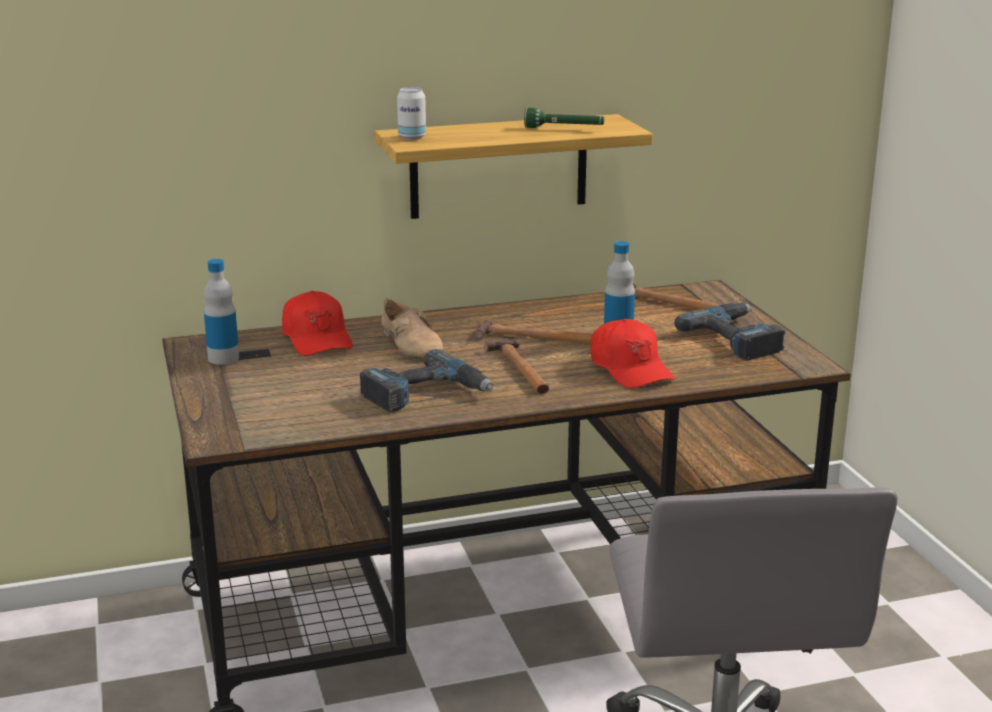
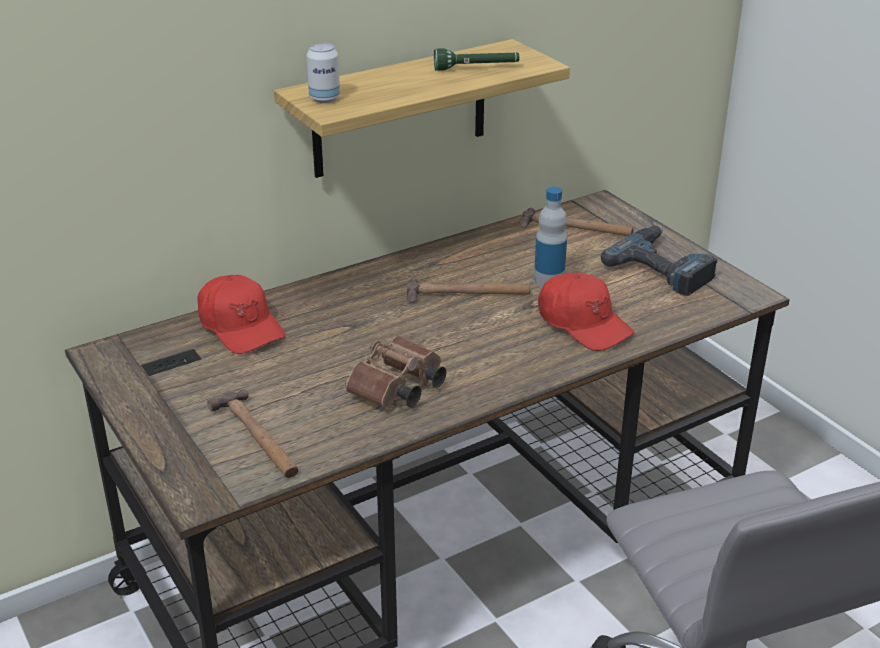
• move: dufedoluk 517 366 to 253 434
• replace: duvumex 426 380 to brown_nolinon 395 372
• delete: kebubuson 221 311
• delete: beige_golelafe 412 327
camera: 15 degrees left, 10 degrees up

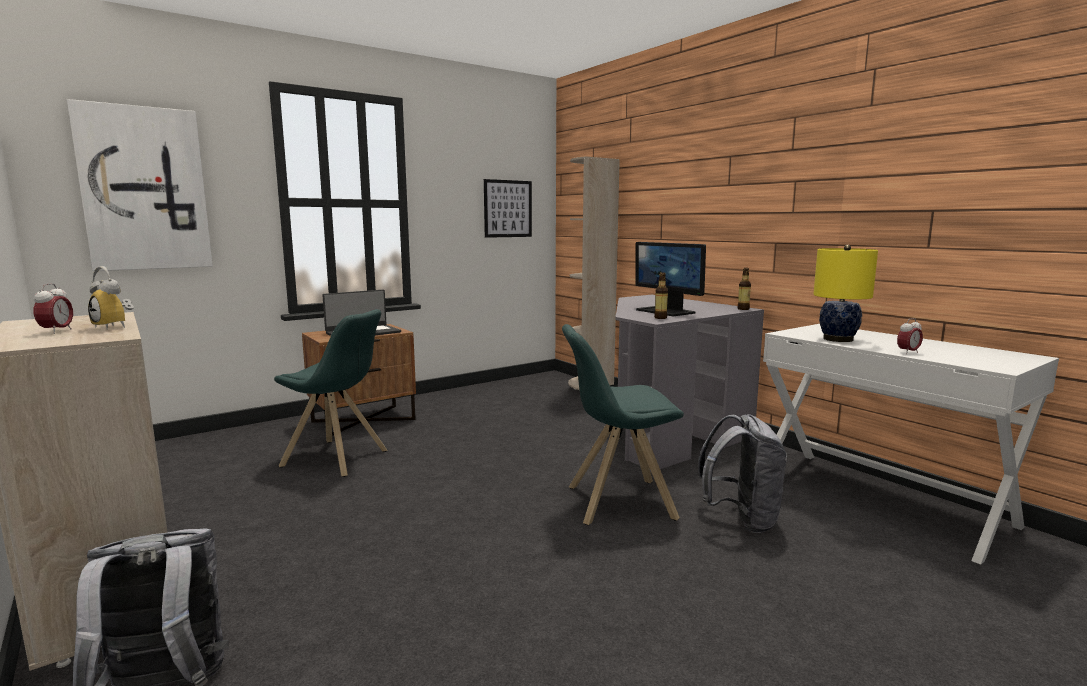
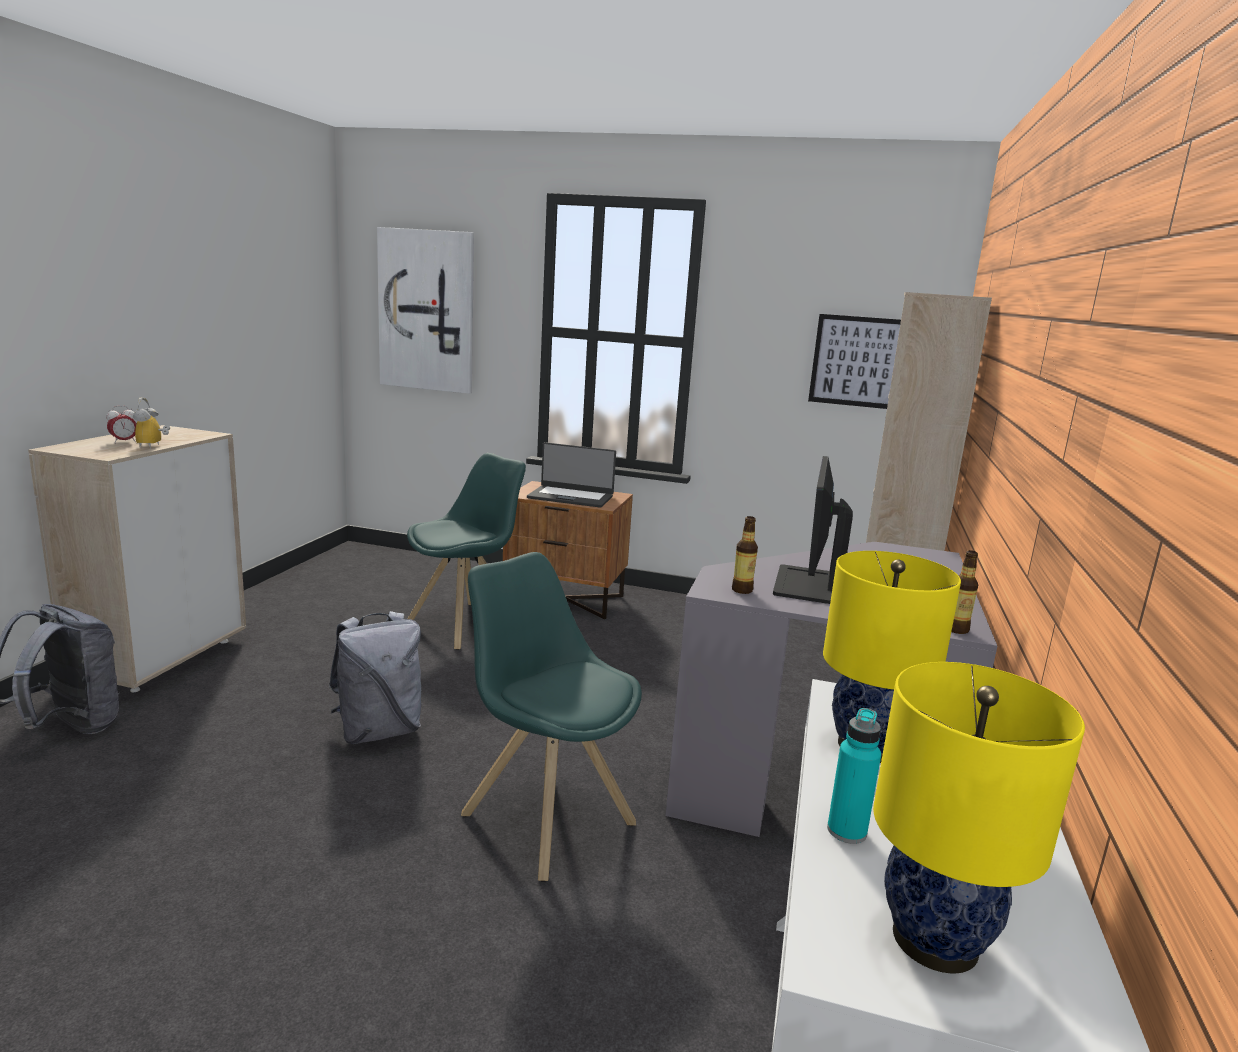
• move: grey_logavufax 742 473 to 375 677
• rotate: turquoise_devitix 331 393 = 466 551 120 degrees counterclockwise
• replace: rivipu 910 336 to turquoise_kebubuson 854 776
• insert: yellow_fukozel 979 817
camera: 50 degrees right, 5 degrees up

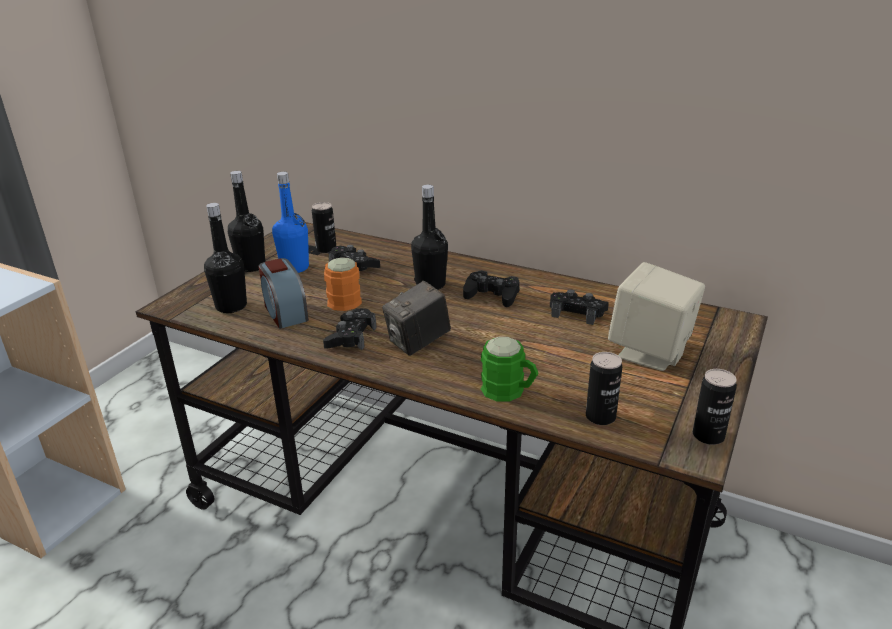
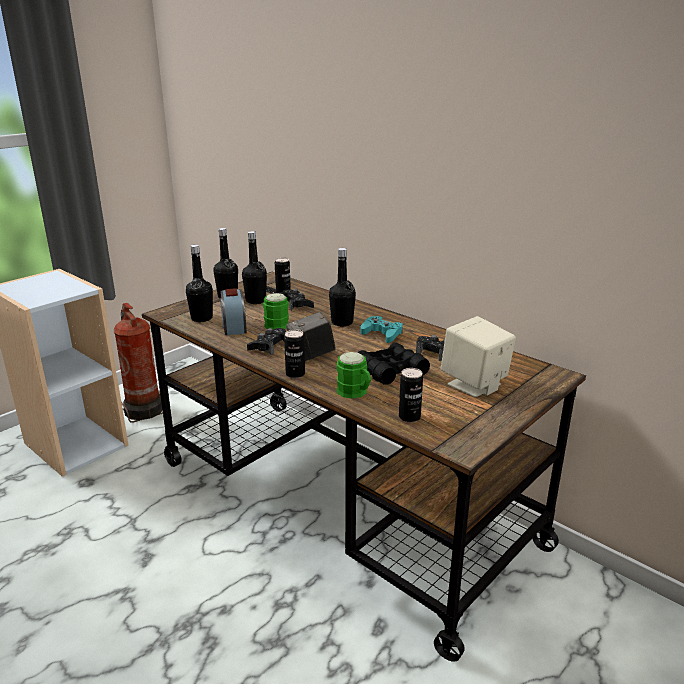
• insert: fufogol 138 362
• recolor: blue_kebubuson 290 222 to black_kebubuson 254 267
• recolor: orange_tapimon 343 284 to green_tapimon 276 311
• move: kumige 715 407 to 294 354
• insert: black_nolinon 393 364
• recolor: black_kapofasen 491 288 to turquoise_kapofasen 381 329
camera: 15 degrees right, 5 degrees down

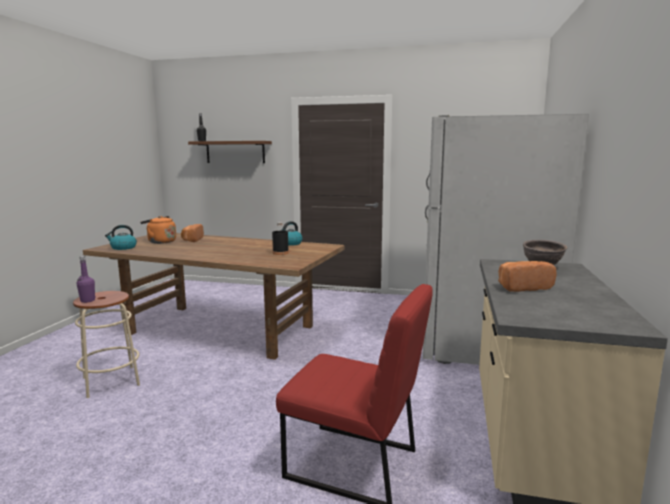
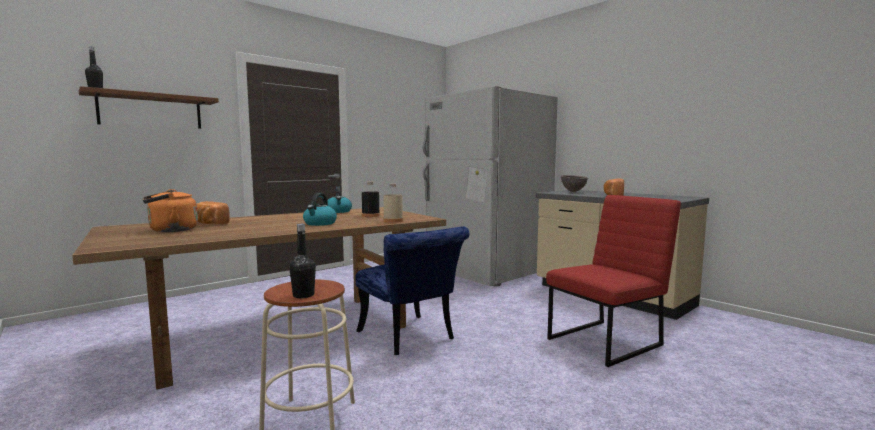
• recolor: purple_kebubuson 86 279 to black_kebubuson 302 261
• move: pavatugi 121 237 to 320 209
• insert: blue_devitix 412 290
• insert: beige_kebubuson 393 203
camera: 55 degrees left, 5 degrees down

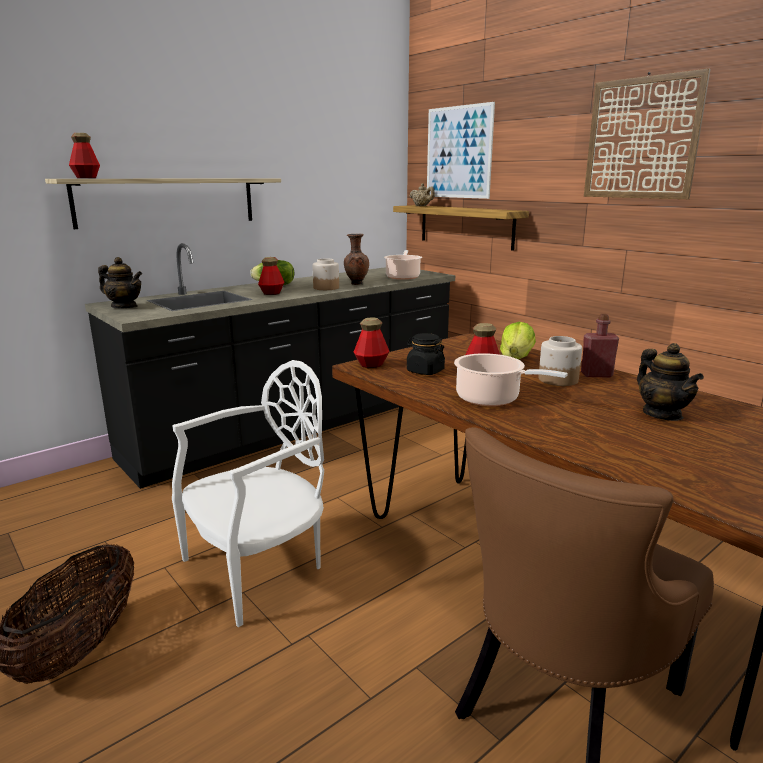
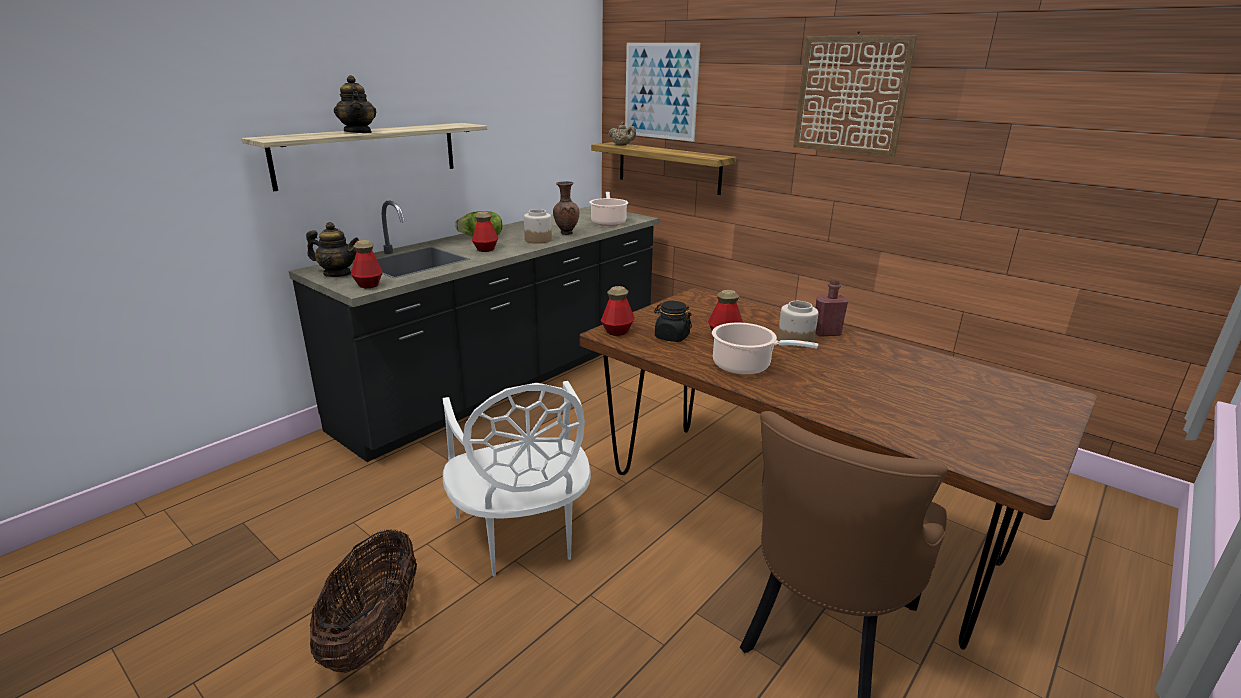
• move: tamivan 670 382 to 355 104
• move: kebubuson 84 155 to 366 264
• rotate: white_devitix 248 493 = 517 479 120 degrees clockwise
• delete: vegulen 518 340
camera: 10 degrees left, 5 degrees up

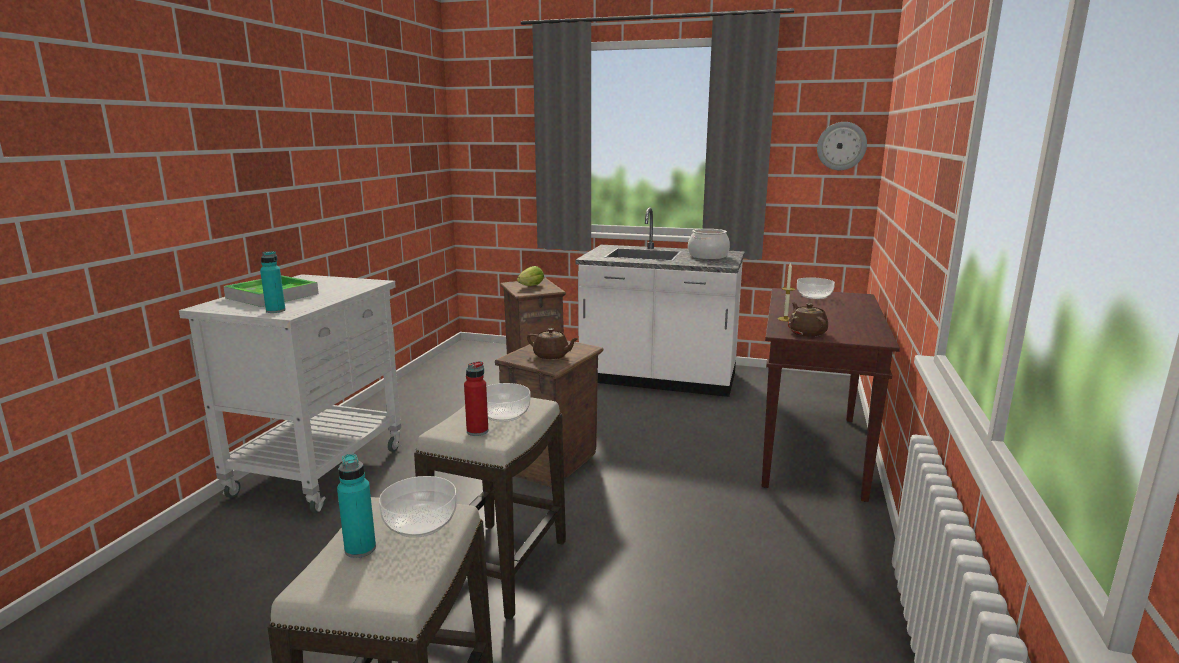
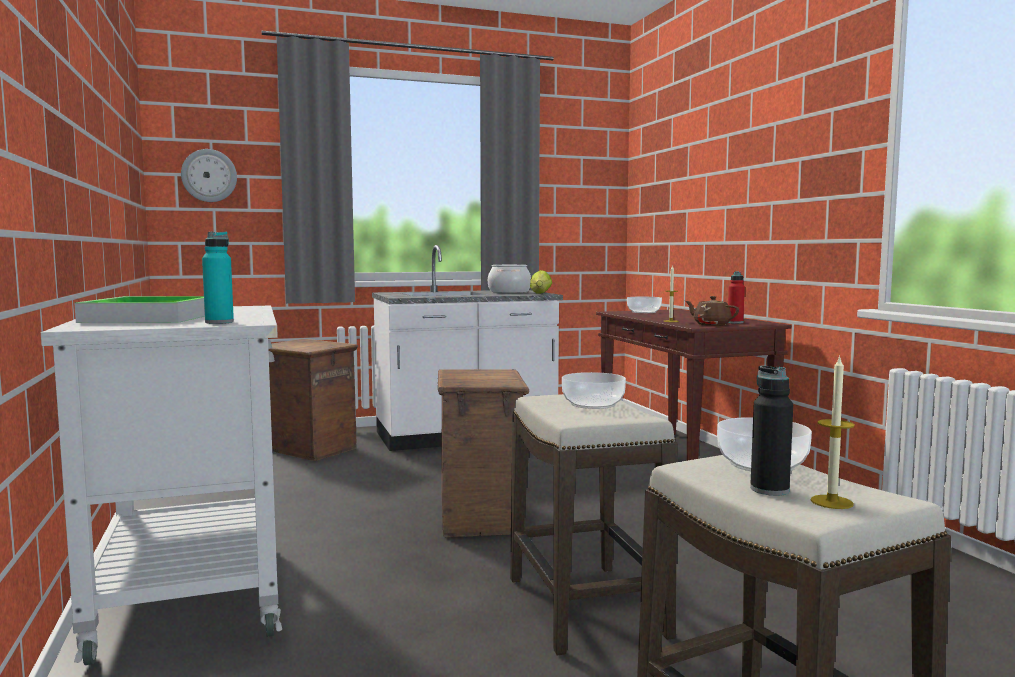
• move: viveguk 842 146 to 209 175
• move: vegulen 530 276 to 541 282
• move: red_kebubuson 476 398 to 736 297
• recolor: turquoise_kebubuson 356 506 to black_kebubuson 771 430
• insert: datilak 833 432
• delete: brown_tamivan 553 344
camera: 35 degrees left, 10 degrees down

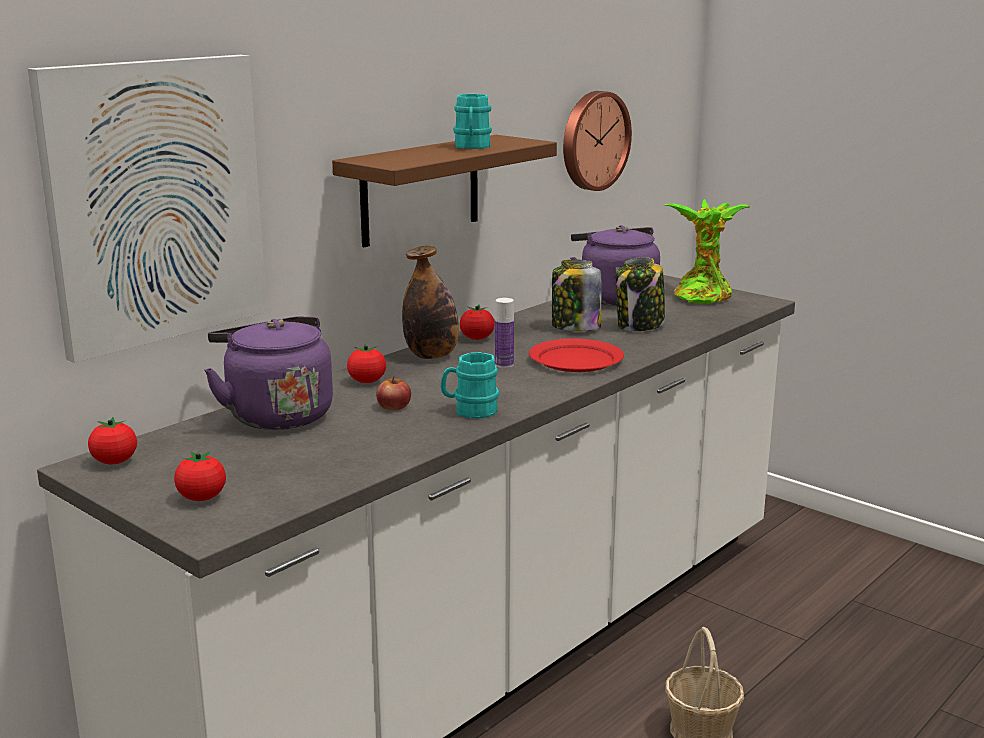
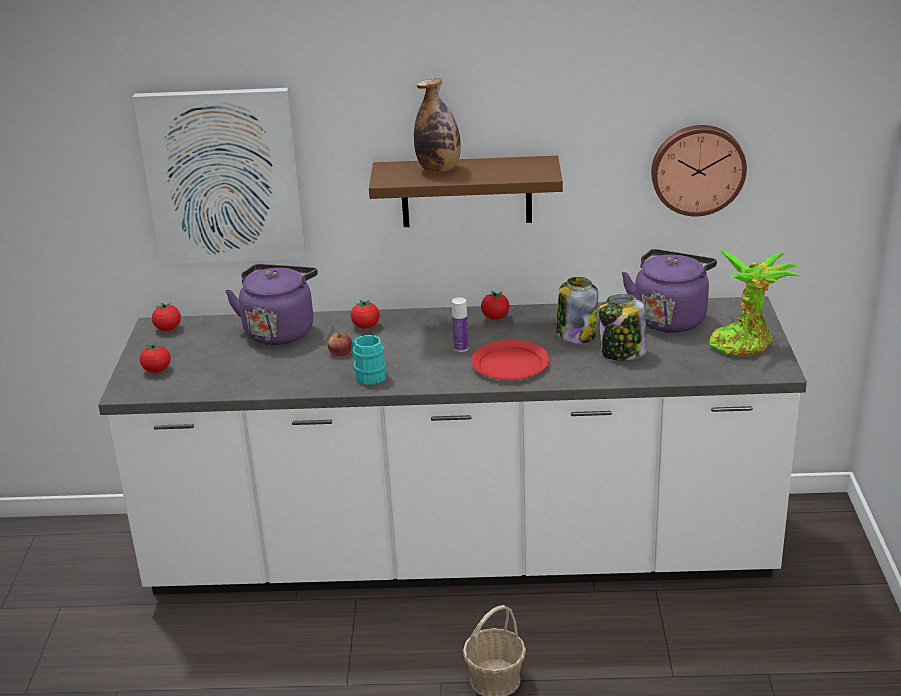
• move: kebubuson 430 302 to 437 125
• delete: turquoise_tapimon 472 121
camera: 50 degrees right, 10 degrees up

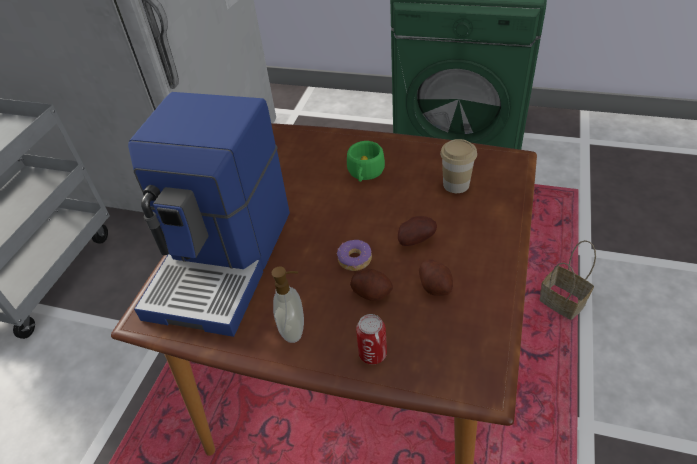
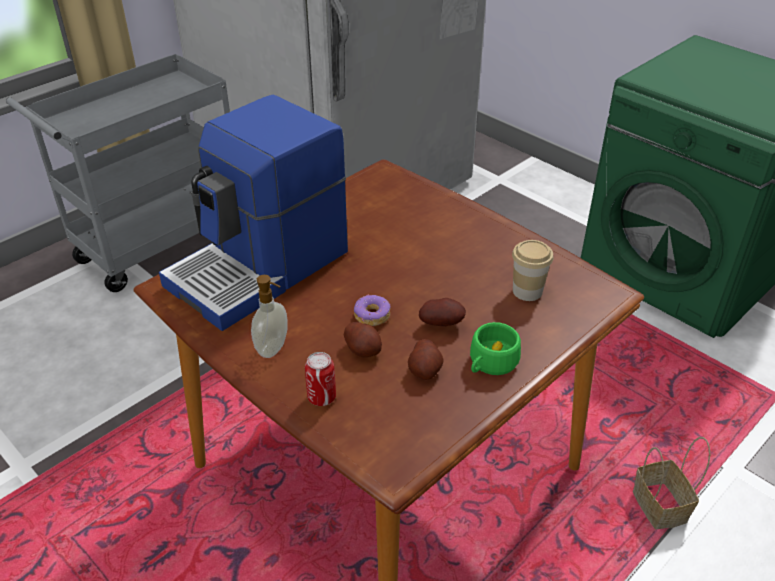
• move: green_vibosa 366 161 to 495 348
camera: 25 degrees right, 5 degrees down

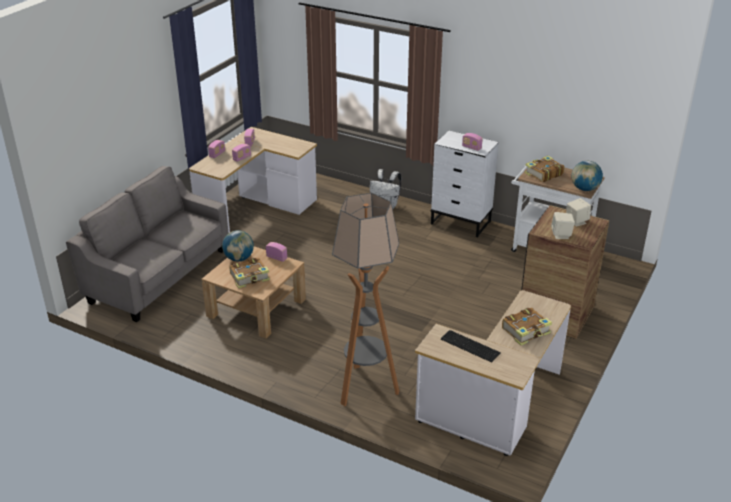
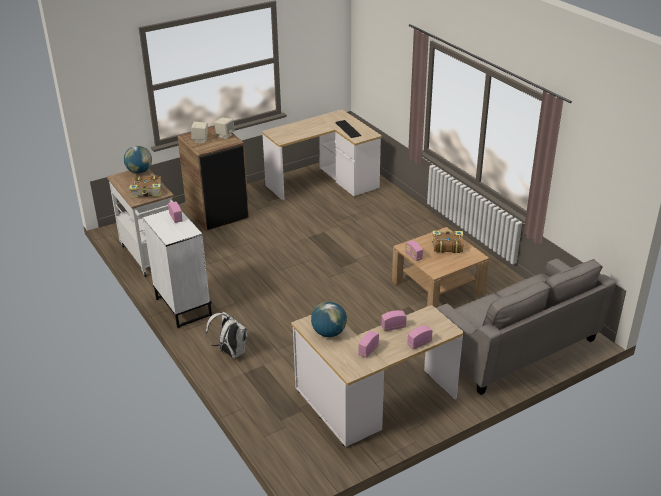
• move: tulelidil 238 245 to 329 319
• delete: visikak 365 299
• delete: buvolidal 527 327
camera: 150 degrees left, 0 degrees up

